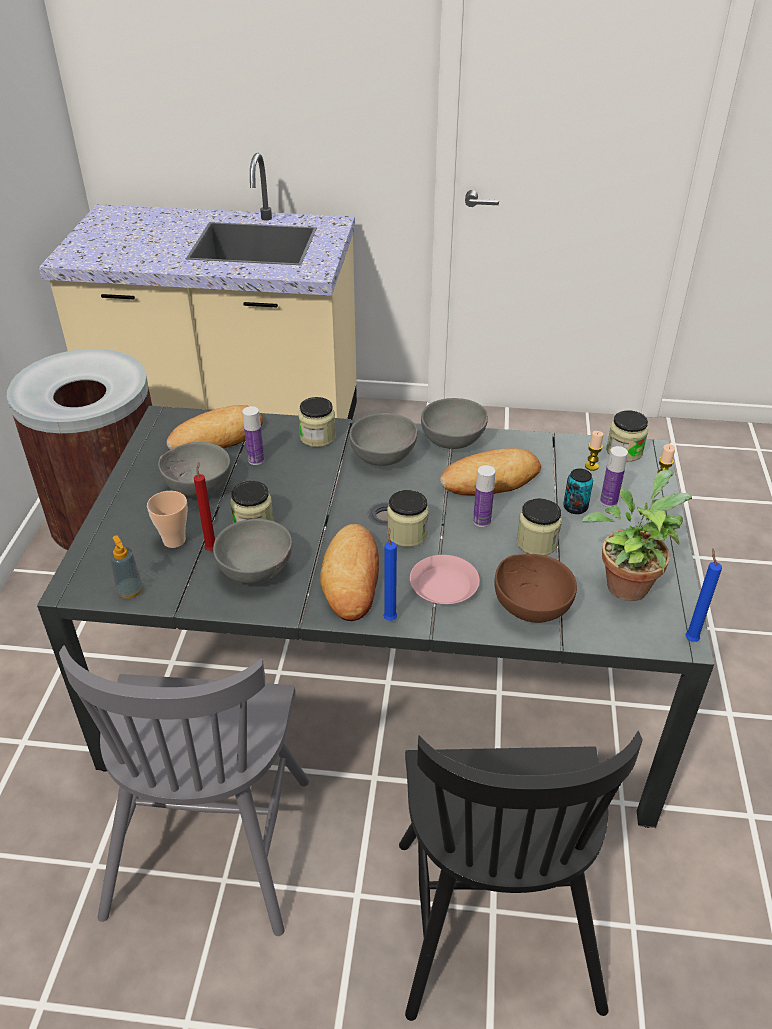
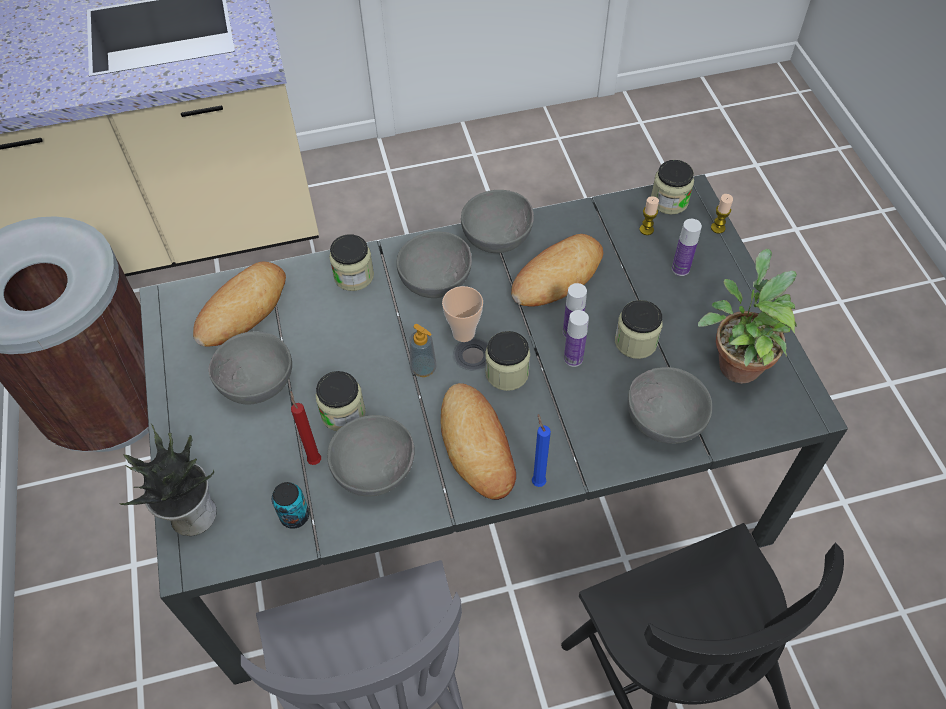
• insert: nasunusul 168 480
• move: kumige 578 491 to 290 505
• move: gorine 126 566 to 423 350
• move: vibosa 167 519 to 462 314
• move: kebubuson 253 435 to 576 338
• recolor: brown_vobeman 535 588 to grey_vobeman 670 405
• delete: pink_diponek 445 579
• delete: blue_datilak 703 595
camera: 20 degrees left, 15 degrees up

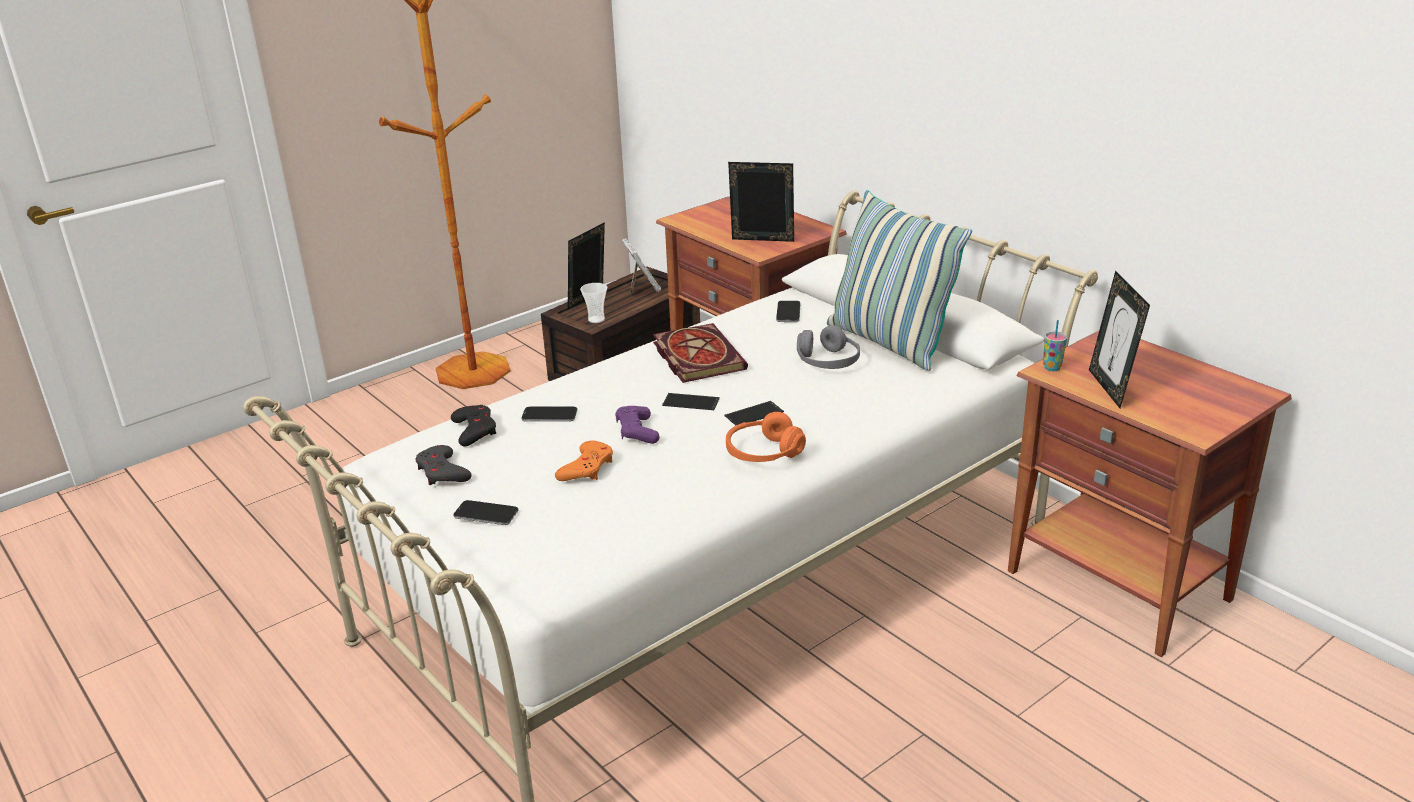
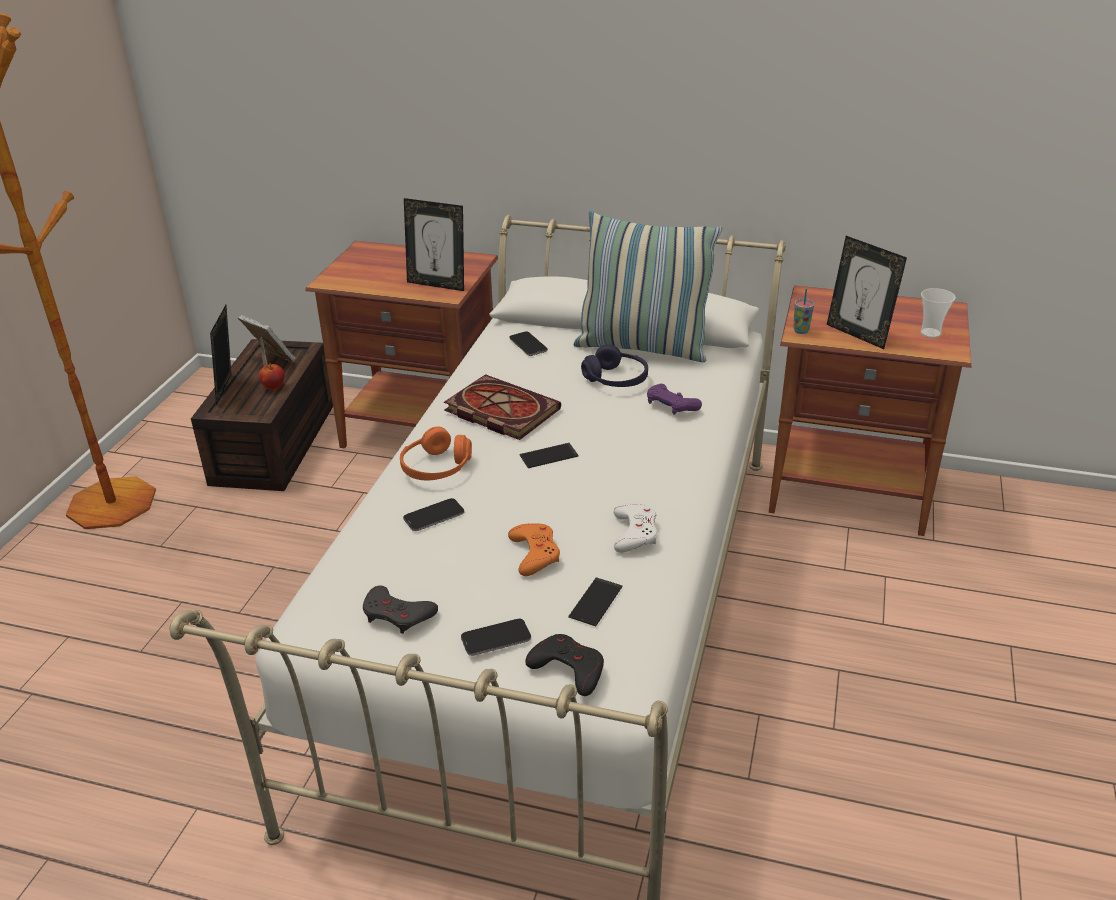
• insert: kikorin 272 376
• move: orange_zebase 766 437 to 436 453
• rotate: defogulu 761 202 = 434 244 135 degrees counterclockwise
• move: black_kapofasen 473 425 to 564 665
• move: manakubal 754 413 to 595 601
• recolor: grey_zebase 828 347 to purple_zebase 614 365
• insert: white_kapofasen 635 528
• move: purple_kapofasen 637 425 to 674 399
• move: vibosa 593 303 to 938 313
camera: 35 degrees left, 5 degrees up

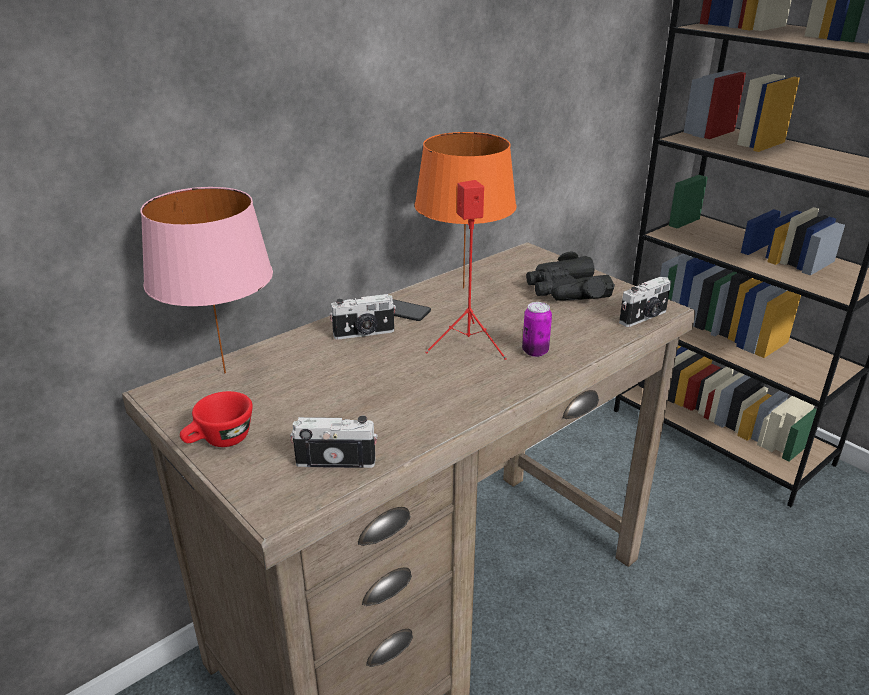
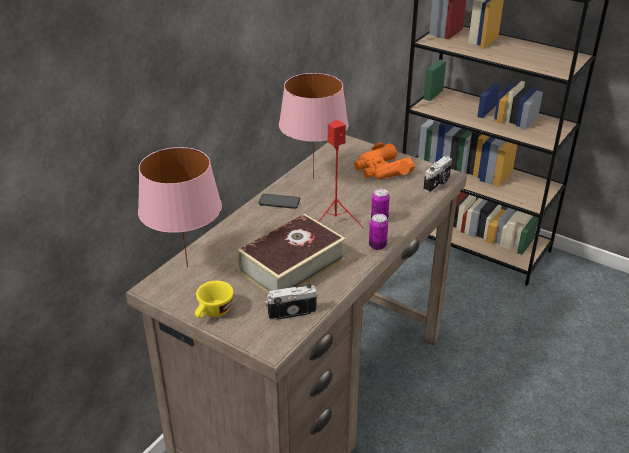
• recolor: red_vibosa 216 419 to yellow_vibosa 214 299
• insert: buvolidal 291 254
• recolor: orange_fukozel 466 210 to pink_fukozel 313 125
• recolor: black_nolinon 570 276 to orange_nolinon 384 161
• insert: kumige 378 232
• delete: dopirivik 362 317
camera: 15 degrees left, 5 degrees up

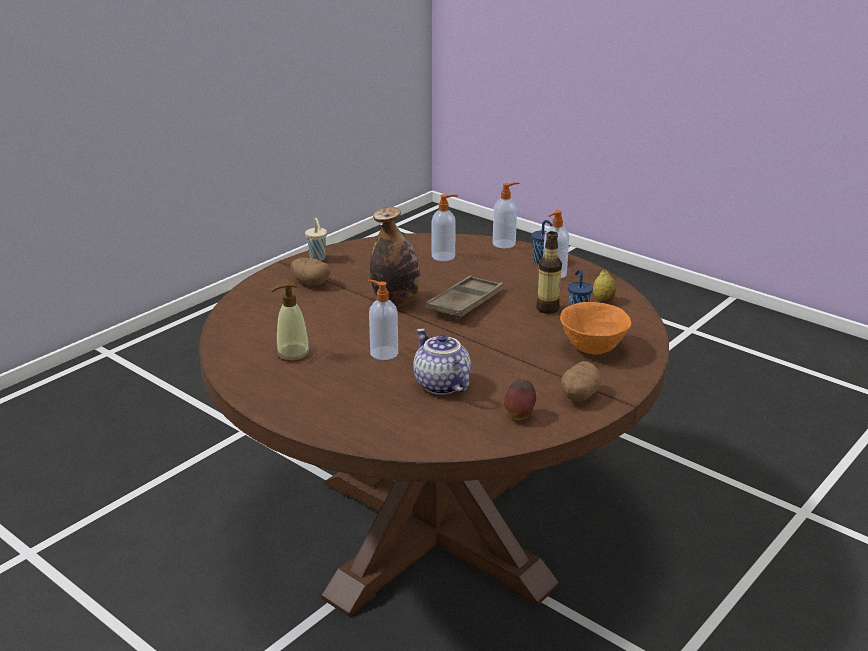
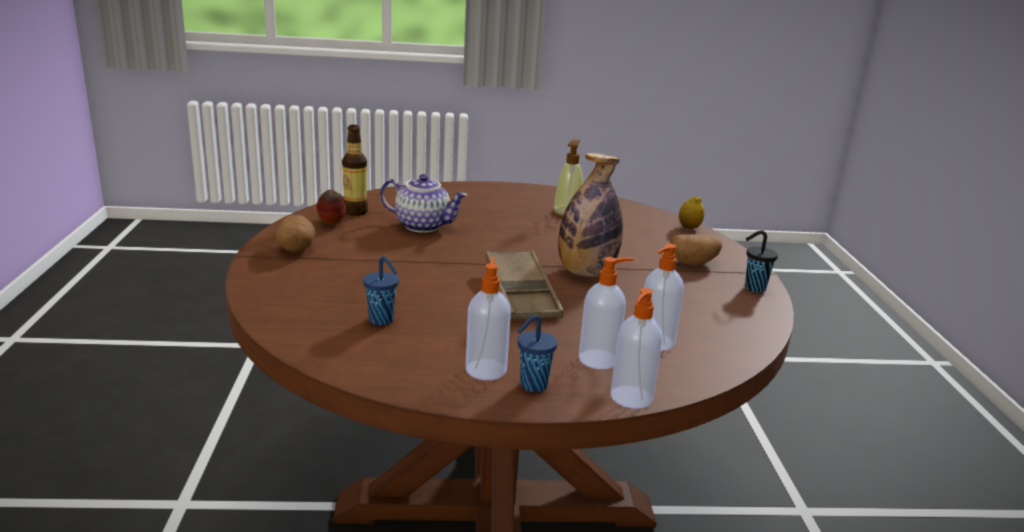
• move: kebubuson 549 272 to 355 170
• move: gorine 382 320 to 606 313
• move: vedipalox 604 286 to 691 212
• recolor: beige_vibosa 316 239 to black_vibosa 761 261
• delete: orange_vobeman 595 328
camera: 135 degrees right, 5 degrees down

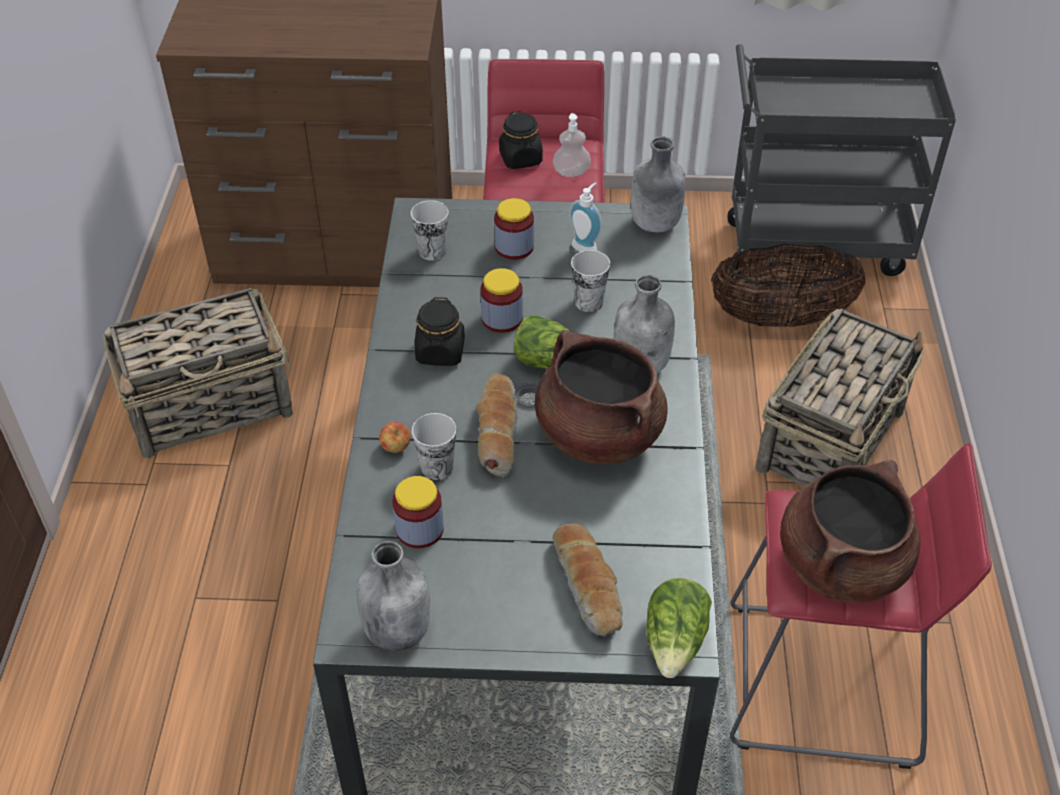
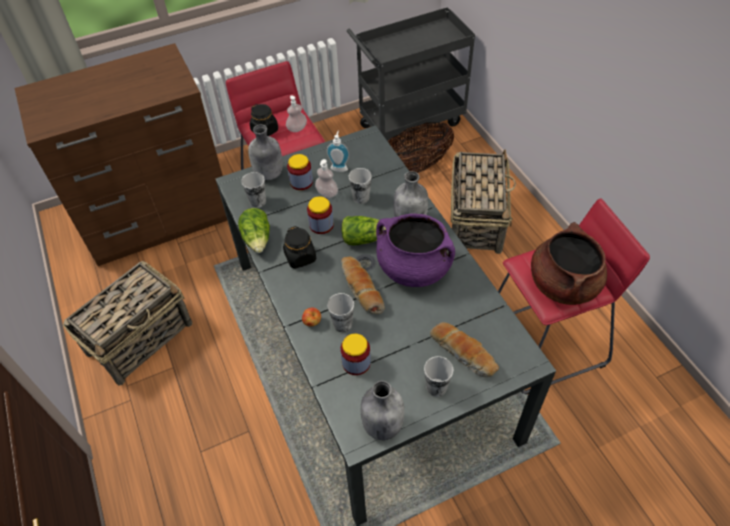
• move: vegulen 679 628 to 254 230
• move: grey_kebubuson 658 184 to 265 152
• insert: gorine 326 178
• recolor: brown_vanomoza 601 397 to purple_vanomoza 415 250
• insert: vibosa 438 376
camera: 25 degrees left, 5 degrees up

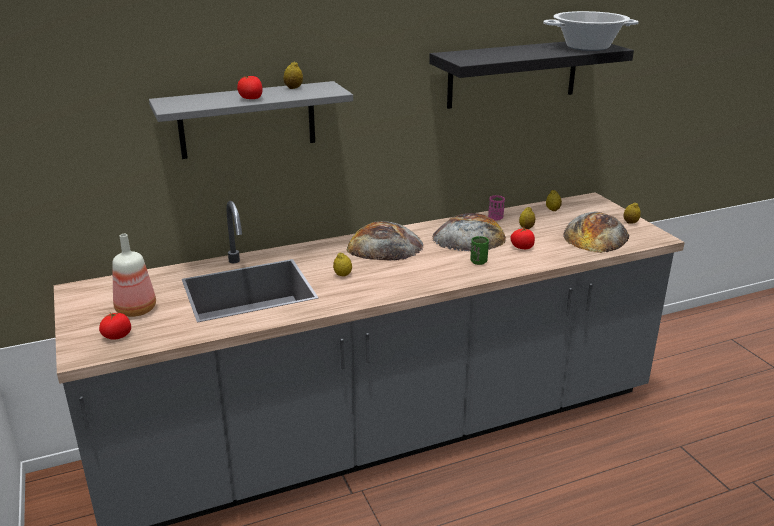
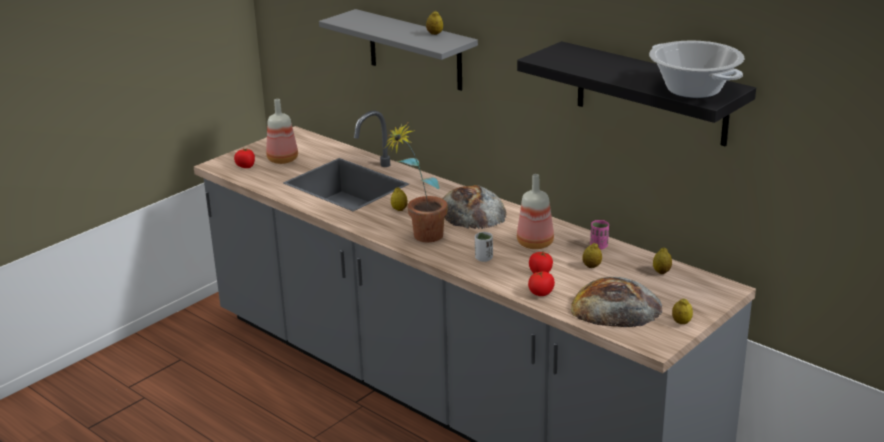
• insert: nasunusul 416 182
• recolor: green_vibosa 479 250 to white_vibosa 484 247
• replace: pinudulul 469 232 to kebubuson 535 211
• move: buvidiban 250 87 to 541 283
camera: 65 degrees right, 0 degrees up

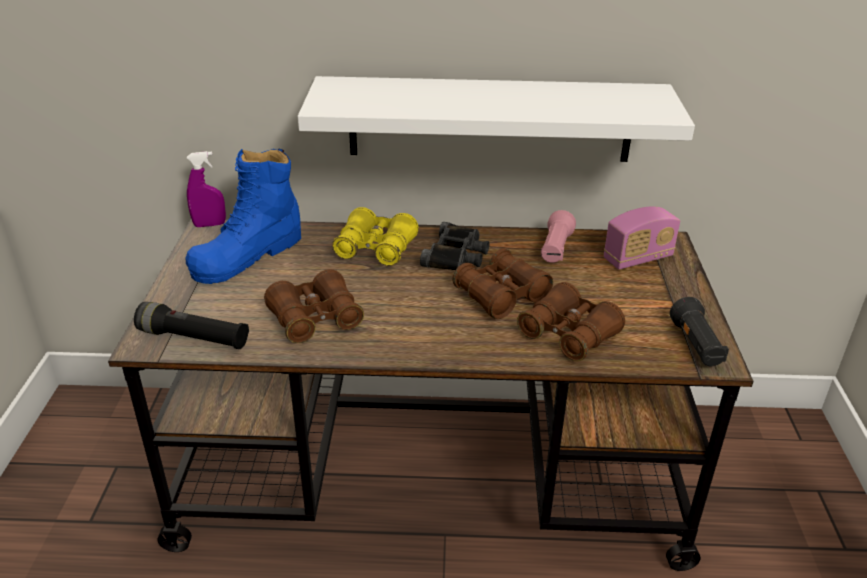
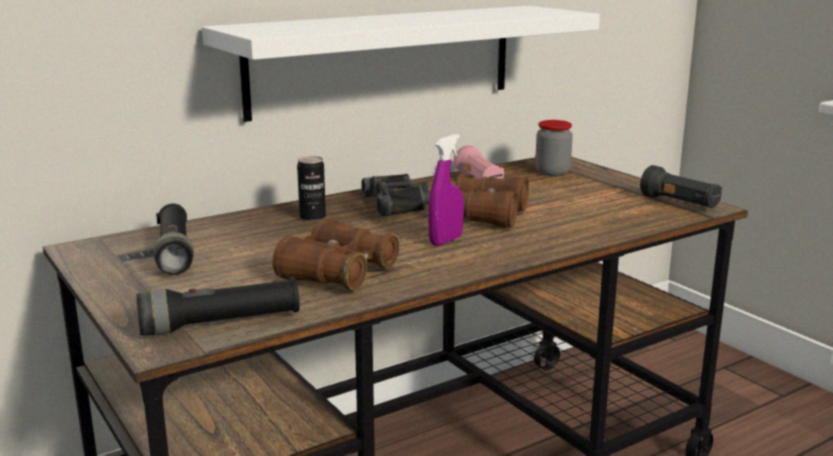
• replace: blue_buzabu 243 216 to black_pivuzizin 174 239
• replace: yellow_nolinon 375 236 to kumige 311 188
• move: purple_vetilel 206 189 to 446 190
• replace: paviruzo 642 238 to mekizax 554 148
• delete: brown_nolinon 571 321
camera: 35 degrees left, 15 degrees down

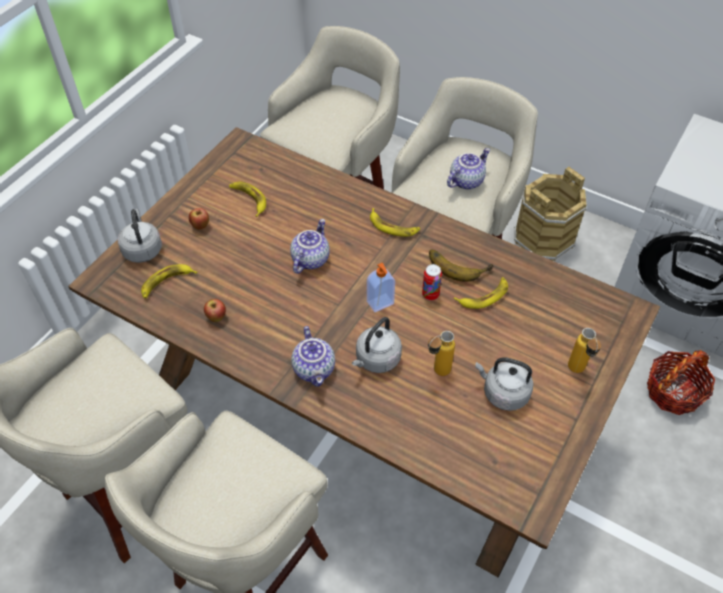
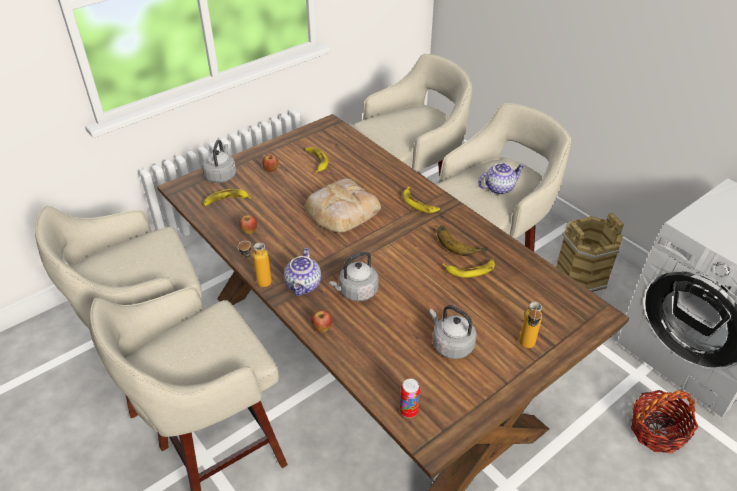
• move: kebubuson 441 353 to 255 264
• replace: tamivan 310 246 to pinudulul 343 205
• insert: kikorin 321 321
• move: kumige 432 282 to 410 398
• delete: gorine 381 287
camera: 20 degrees right, 10 degrees down

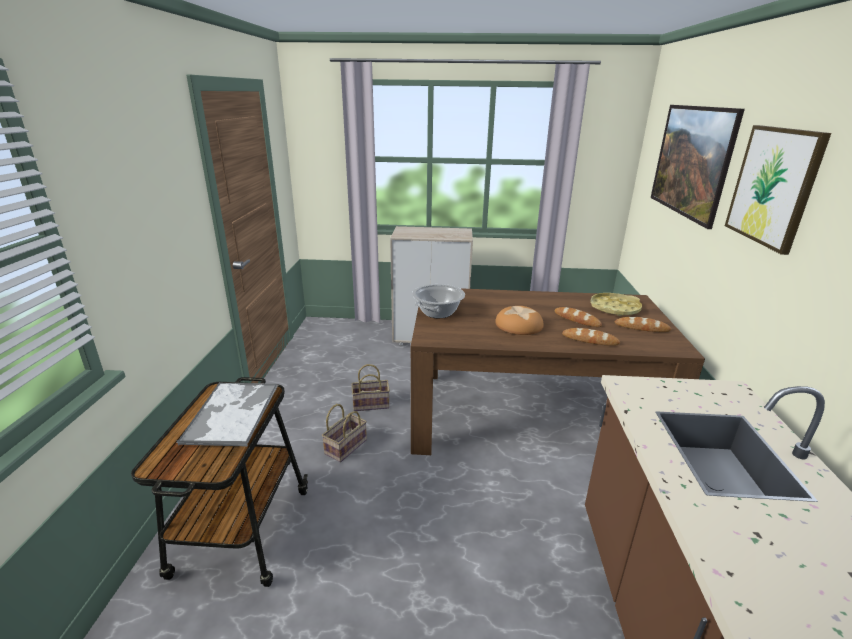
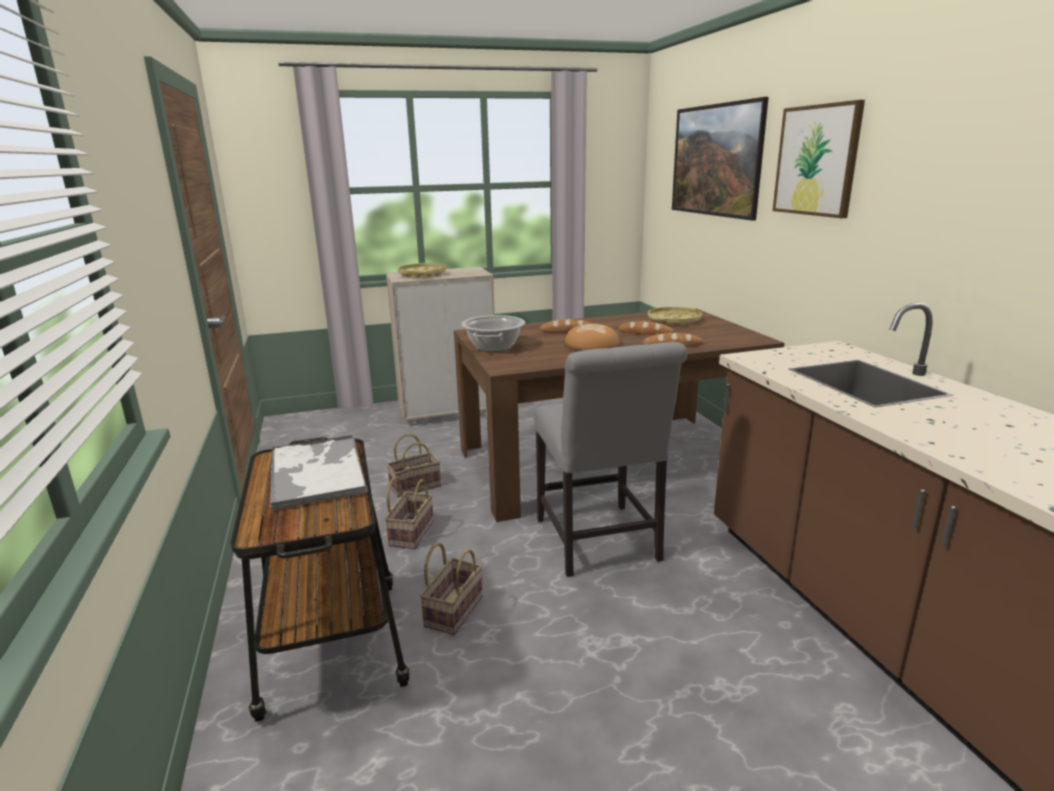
• insert: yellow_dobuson 421 270
• insert: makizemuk 451 588
• insert: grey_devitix 610 459
• move: pinudulul 643 324 to 564 325
camera: 20 degrees left, 5 degrees down

